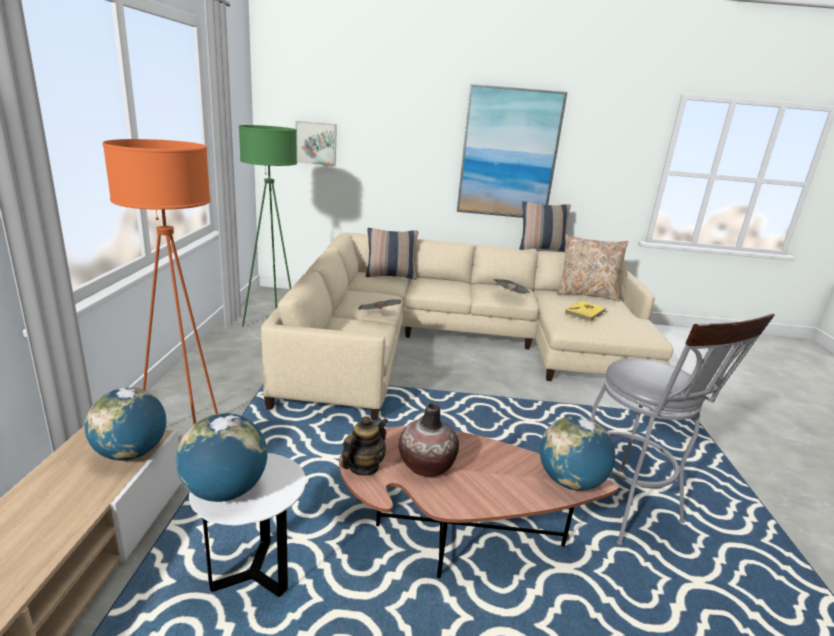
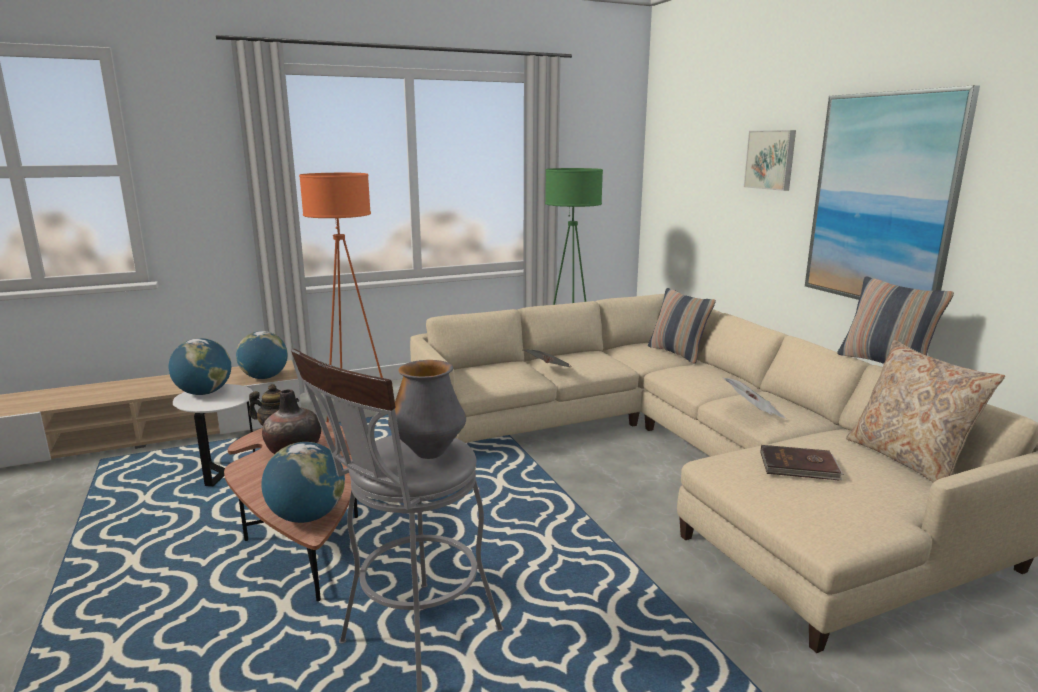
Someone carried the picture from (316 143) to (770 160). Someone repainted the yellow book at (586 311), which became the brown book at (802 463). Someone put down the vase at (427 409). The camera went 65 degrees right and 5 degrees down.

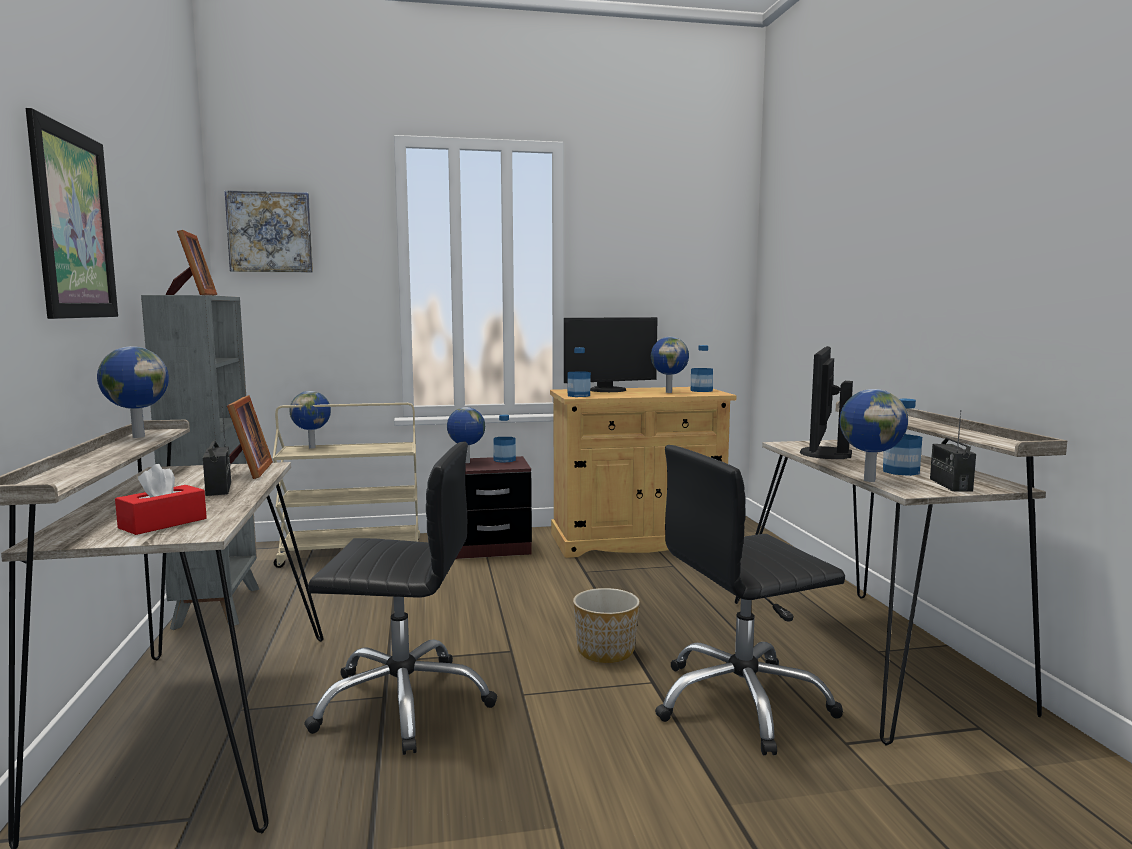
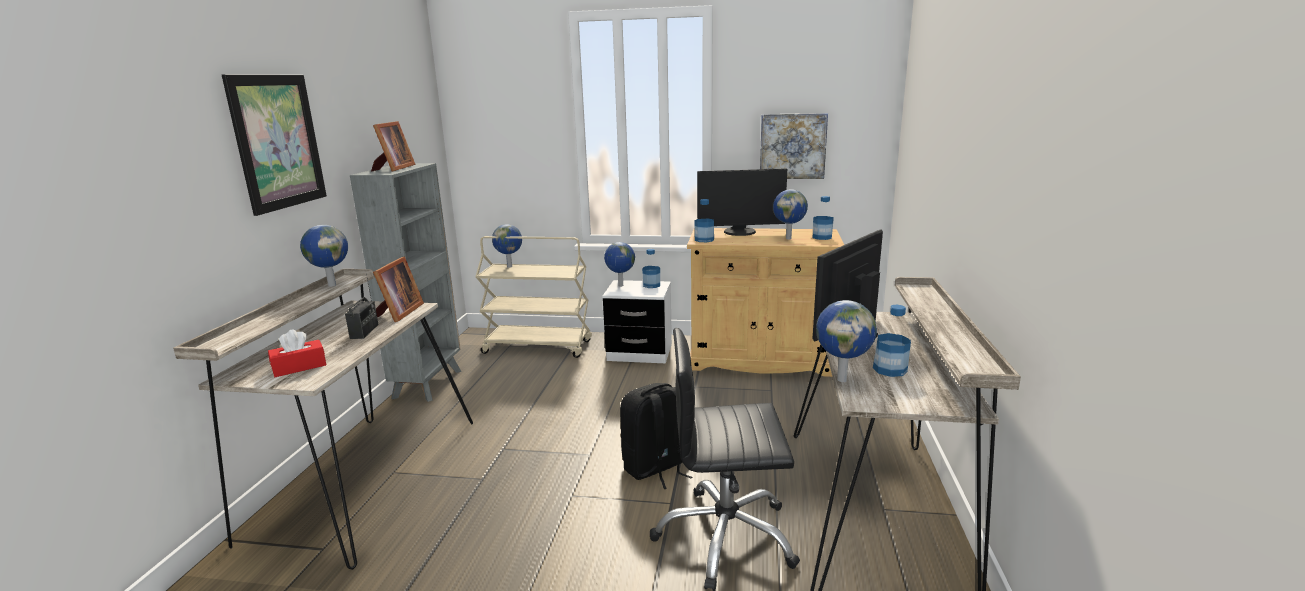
Someone carried the picture from (269 231) to (794 146). Someone took away the radio at (953 451). Someone took away the black office chair at (400 598). Someone repainted the brown nightstand at (494 507), which became the white nightstand at (637 321). Someone swapped the planter at (606 625) for the black backpack at (656 436). The camera went 20 degrees right and 10 degrees up.

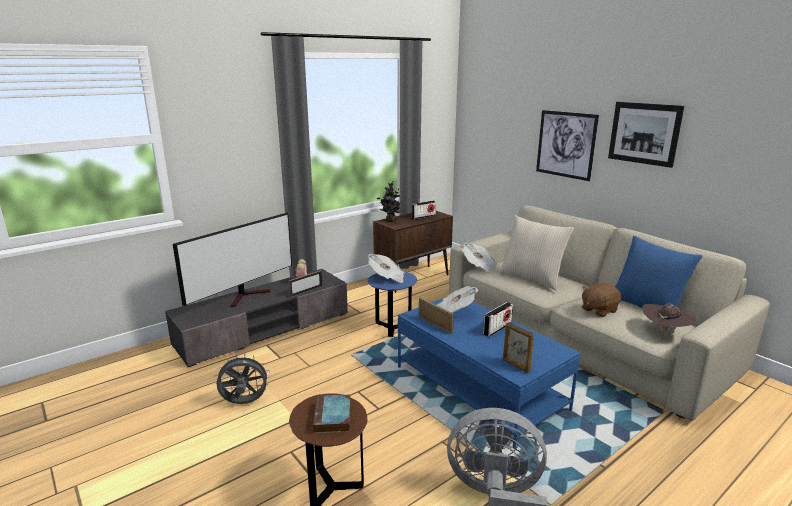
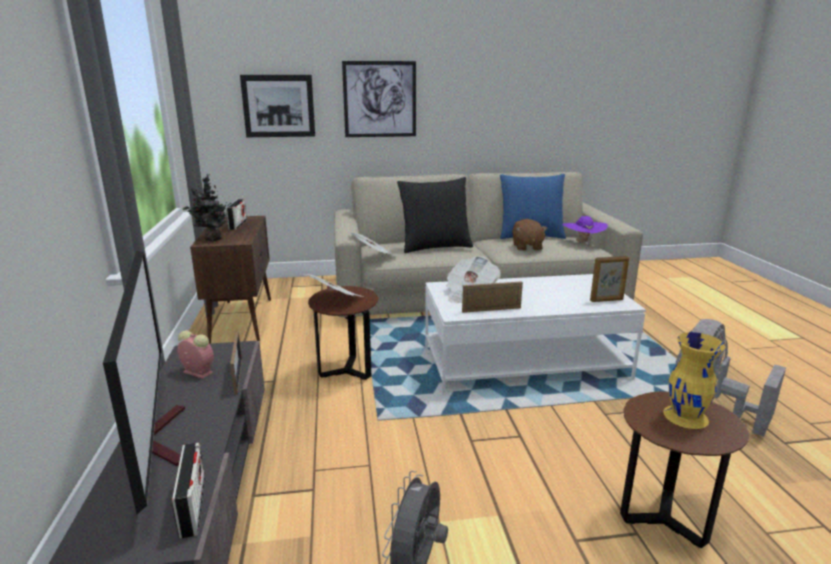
Someone carried the picture from (646 135) to (277 106). Someone repainted the beige pillow at (536 252), which became the black pillow at (435 215). Someone repainted the blue side table at (392 304), which became the brown side table at (343 333). Someone repainted the blue coffee table at (489 373), which became the white coffee table at (535 334). Someone carried the radio from (498 319) to (188 490). Someone repainted the brown hat at (669 320), which became the purple hat at (585 230). Someone swapped the book at (332 414) for the yellow vase at (694 380). The camera went 60 degrees left and 0 degrees up.

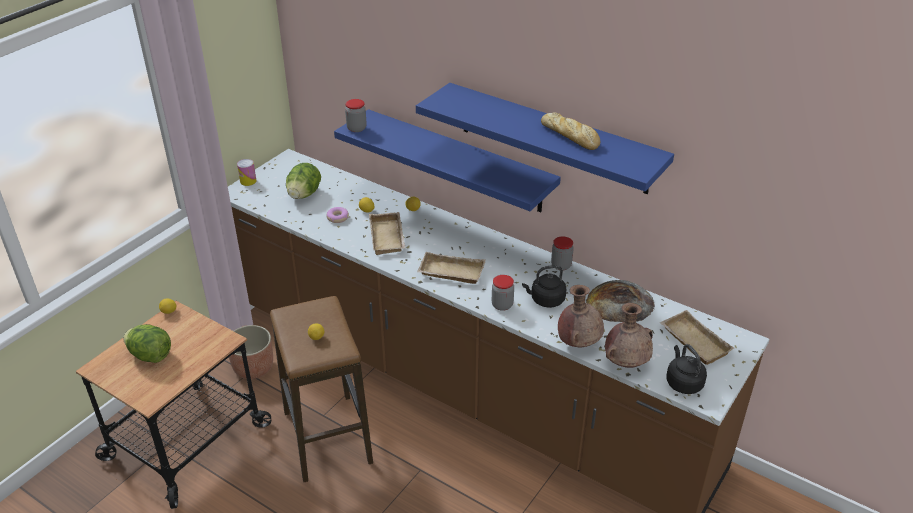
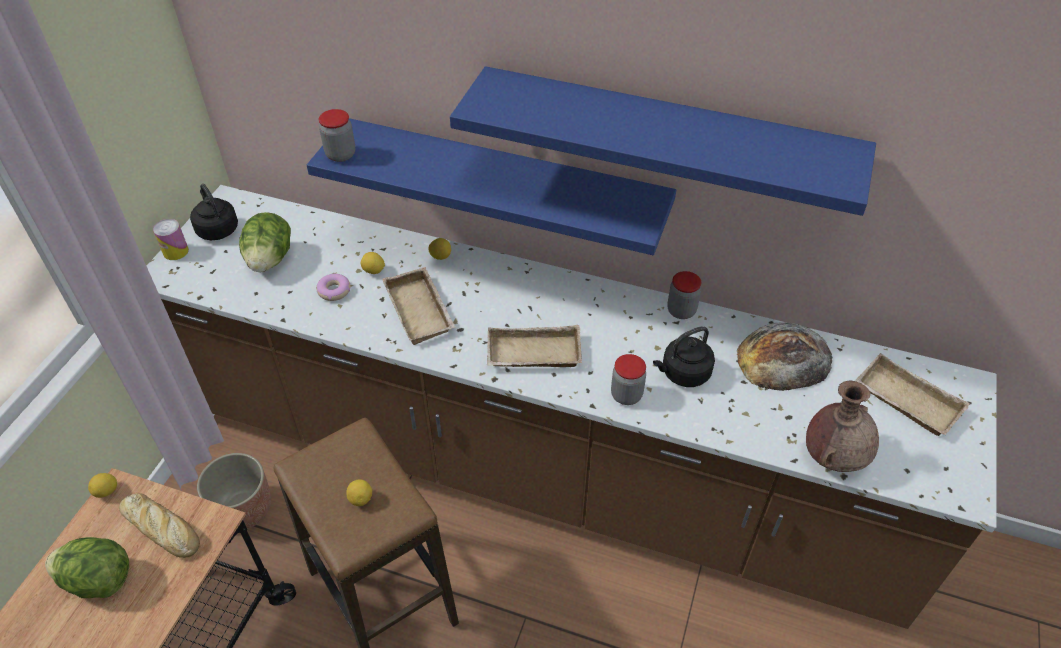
Someone carried the bread from (570 131) to (159 525). Someone took away the brown vase at (581 316). Someone carried the black kettle from (686 369) to (214 212). The camera went 15 degrees left and 10 degrees up.

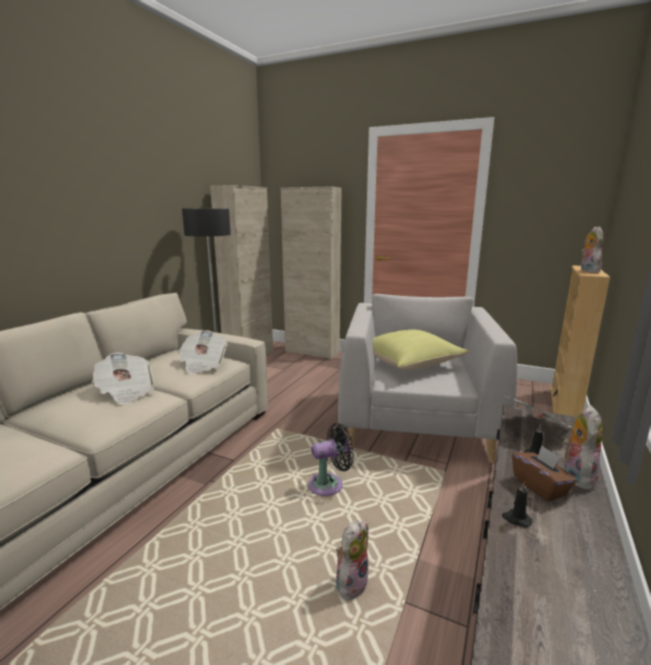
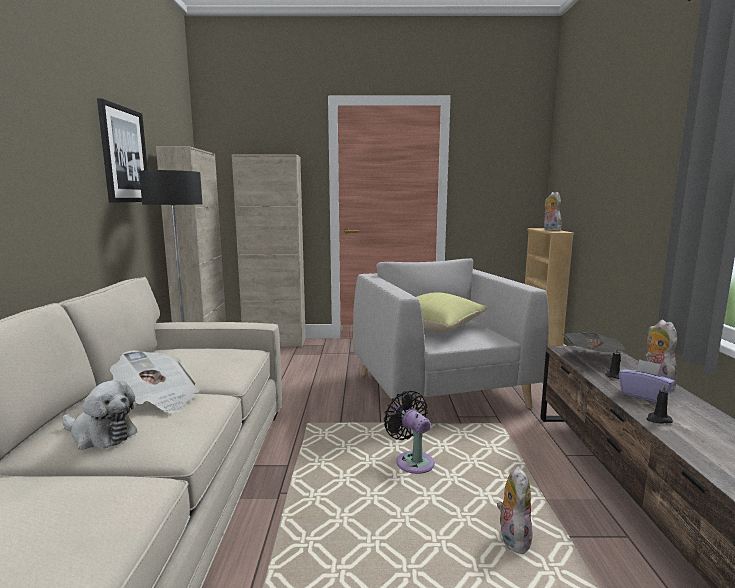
Someone took away the newspaper at (203 352). Someone rotated the black fan at (331 459) by 75 degrees counterclockwise. Someone repainted the brown tissue box at (544 474), which became the purple tissue box at (647 380). Someone put up the picture at (122 150). Someone put down the plush toy at (99 415). The camera went 25 degrees left and 5 degrees down.

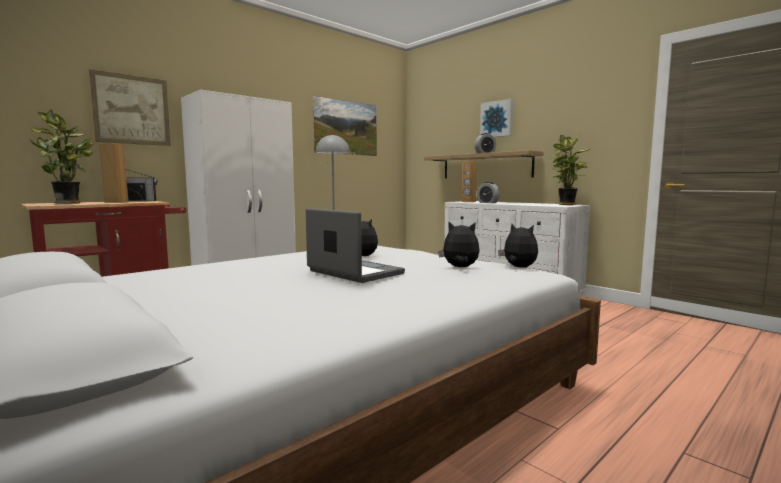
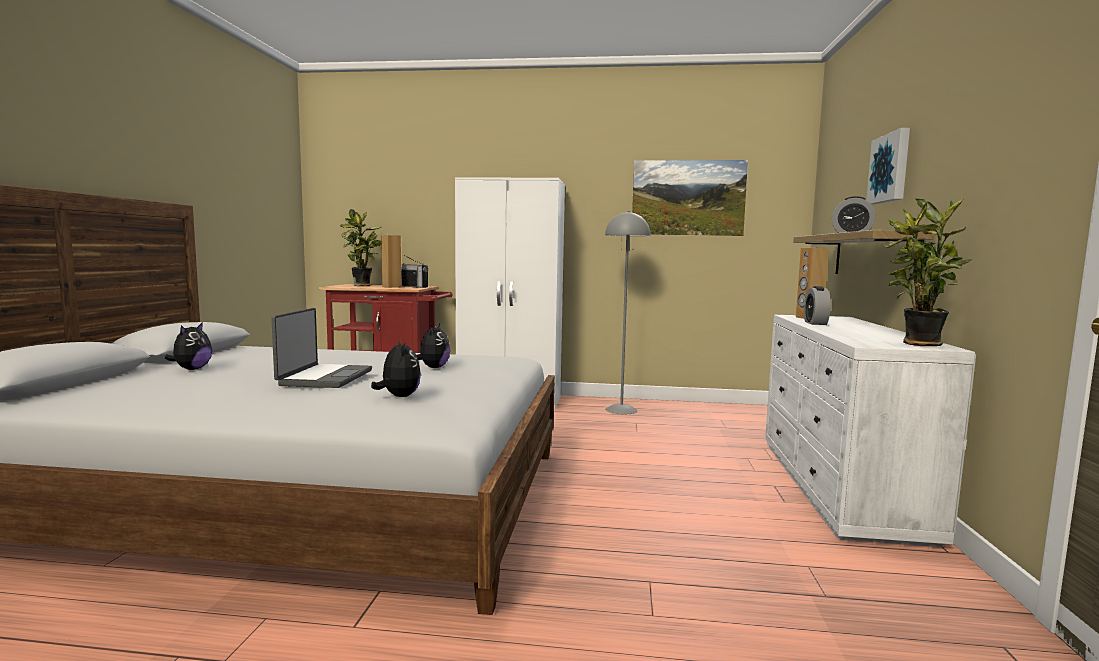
Someone took away the picture at (130 107). Someone carried the plush toy from (518 246) to (188 346). The camera went 50 degrees right and 0 degrees up.

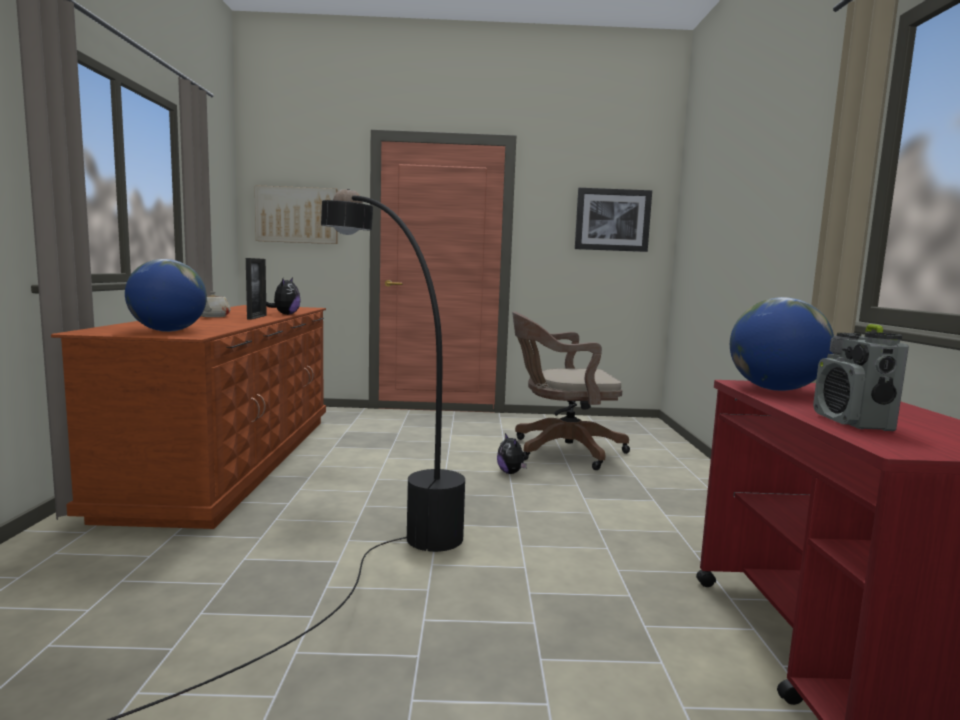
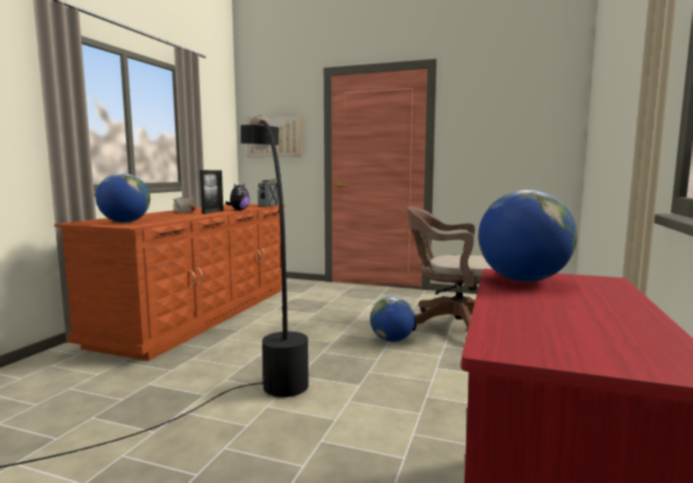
Someone took away the picture at (613 220). Someone carried the radio from (861 377) to (268 192). Someone swapped the plush toy at (512 453) for the globe at (392 319). The camera went 20 degrees right and 0 degrees up.

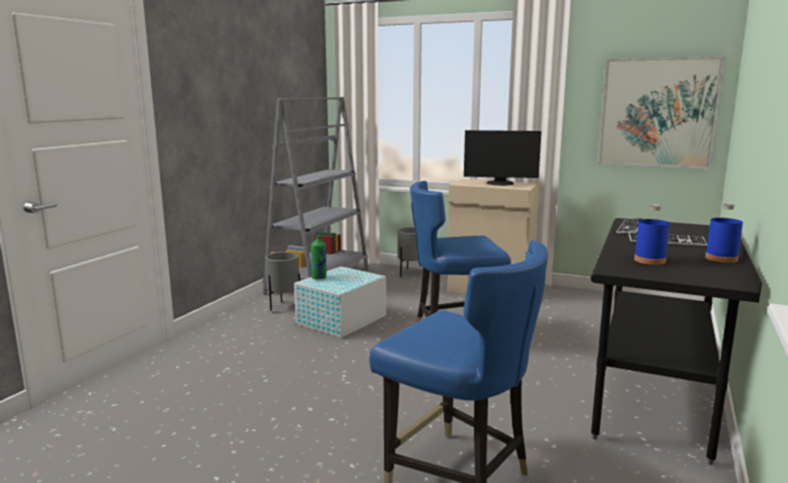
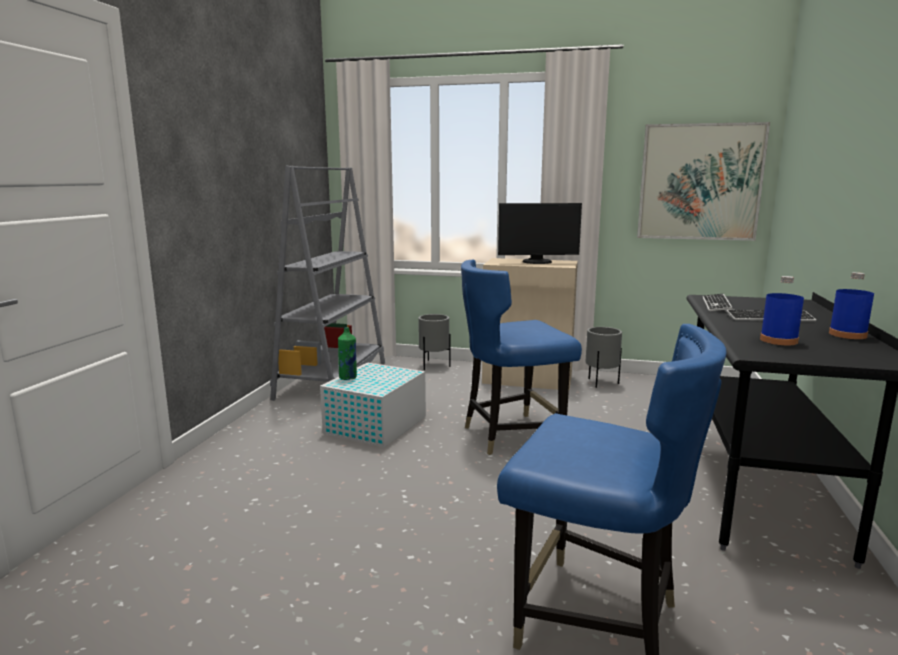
Someone carried the grey planter from (282 281) to (603 357). The camera went 10 degrees left and 0 degrees up.

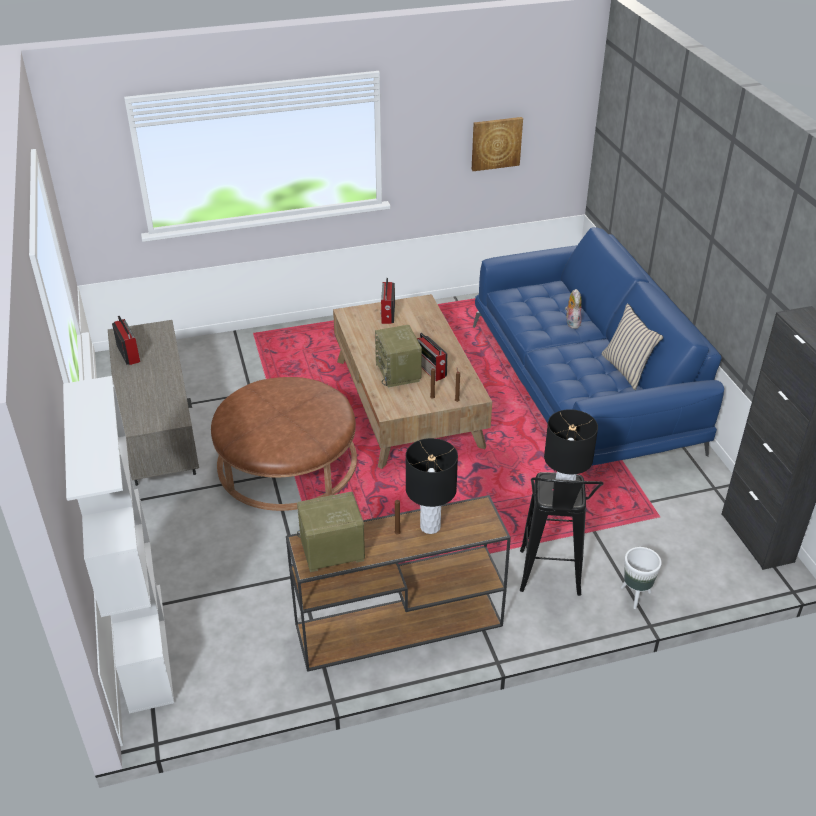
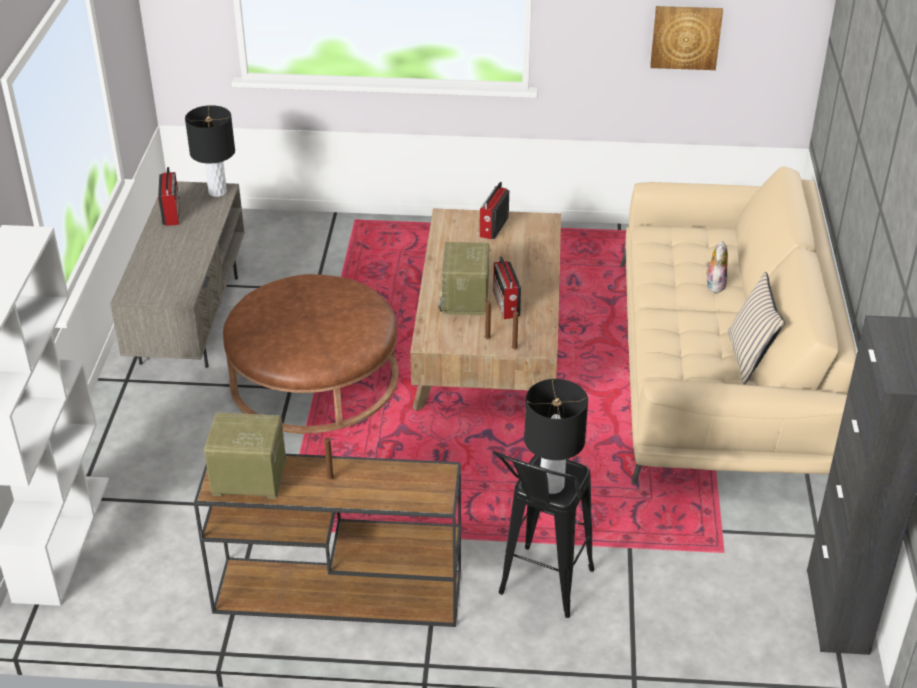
Someone repainted the blue sofa at (598 346), which became the beige sofa at (738 325). Someone carried the black table lamp from (432 486) to (210 151). Someone took away the white planter at (641 578). The camera went 20 degrees right and 0 degrees up.

